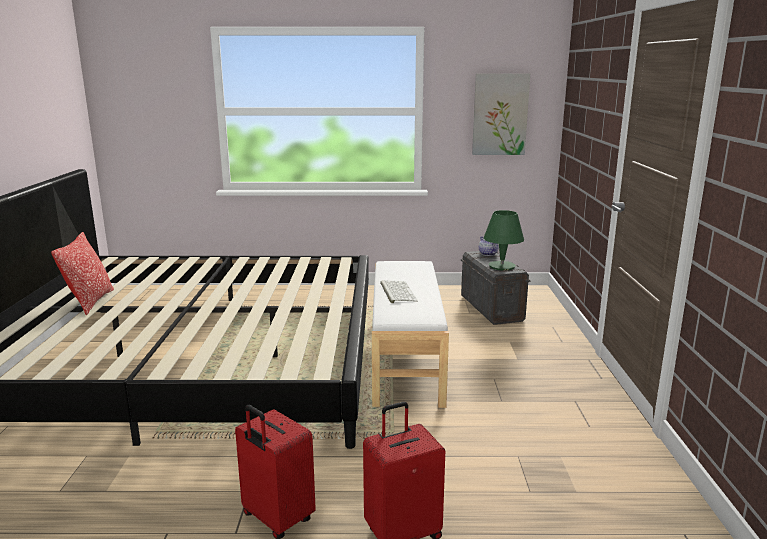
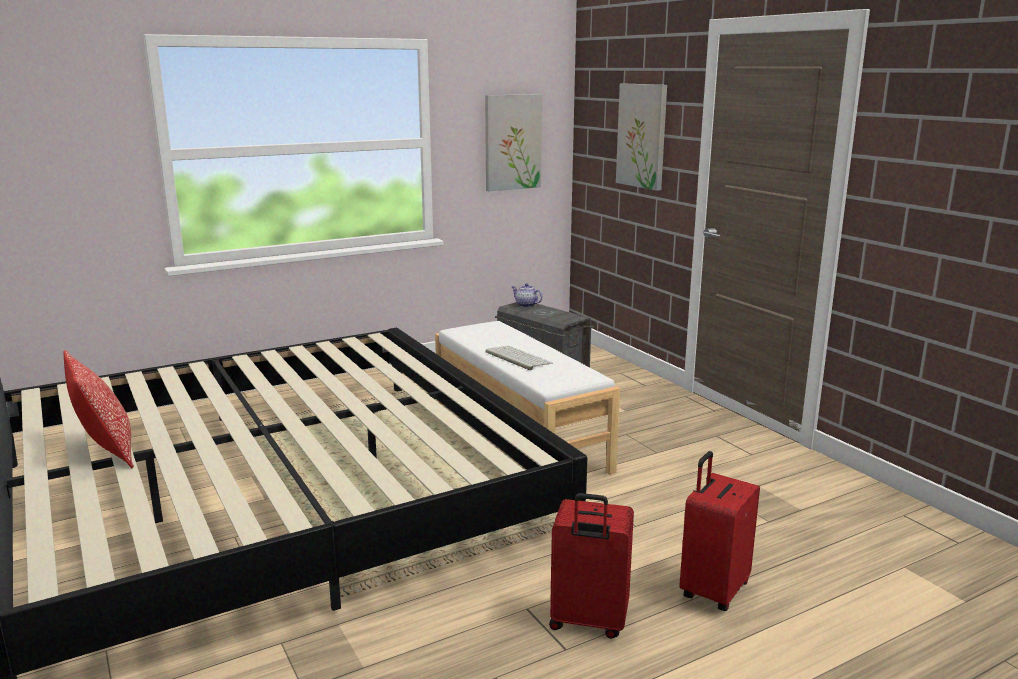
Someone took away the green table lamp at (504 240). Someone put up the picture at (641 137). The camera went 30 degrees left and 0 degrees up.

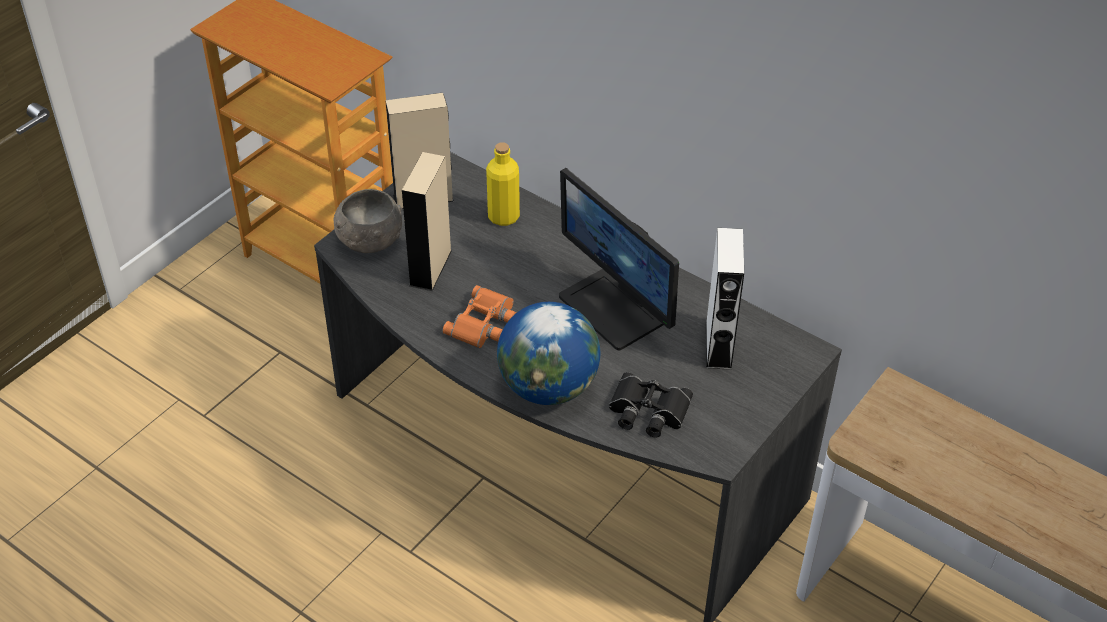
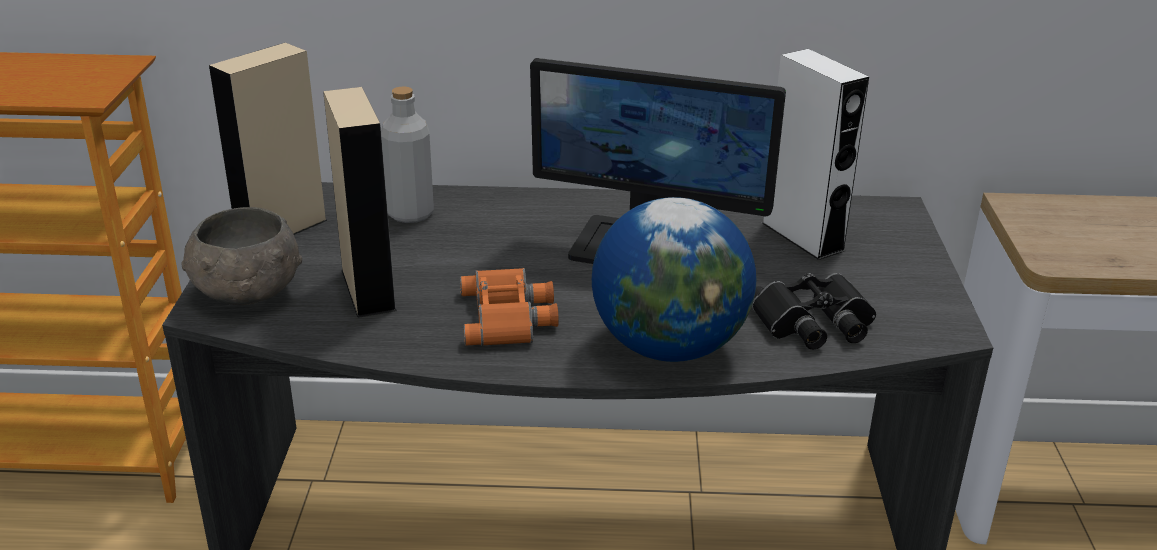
Someone repainted the yellow bottle at (503 184), which became the grey bottle at (407 154). The camera went 35 degrees left and 15 degrees down.

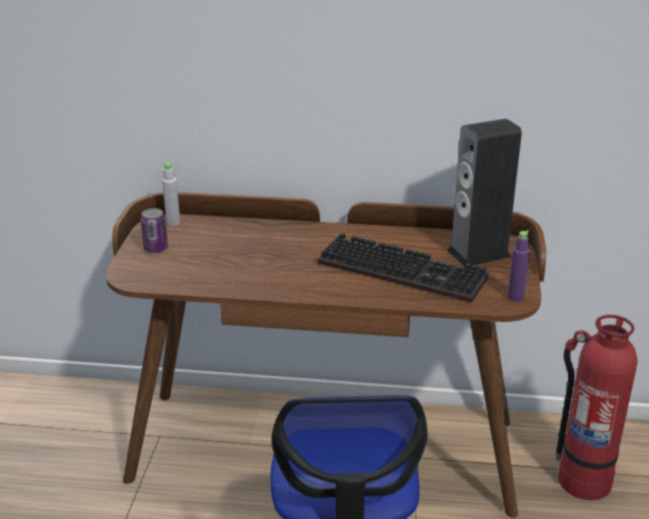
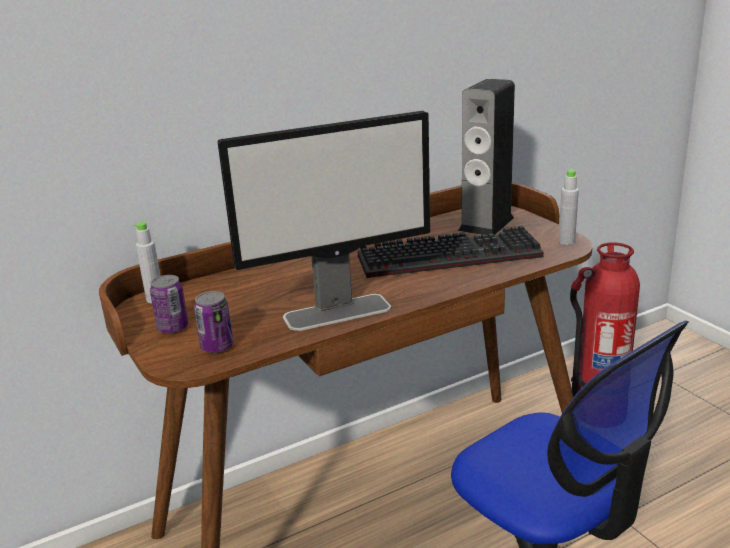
Someone repainted the purple bottle at (519 266), which became the grey bottle at (568 207). Someone put down the monitor at (324 221). Someone put down the can at (213 322). The camera went 35 degrees left and 5 degrees down.

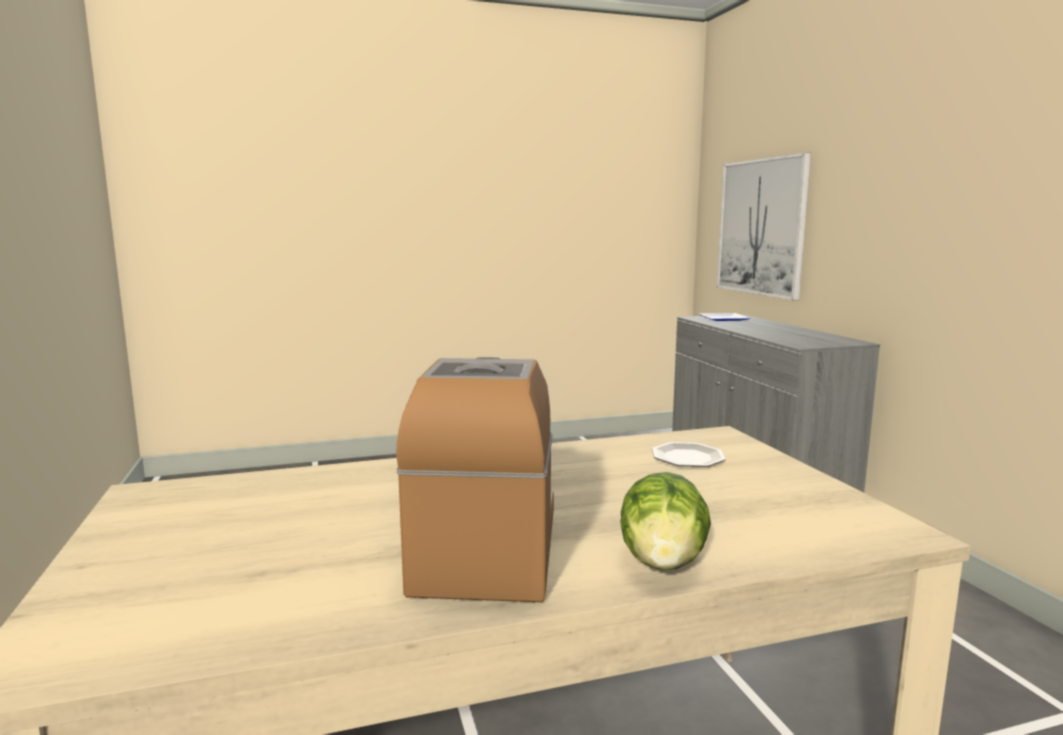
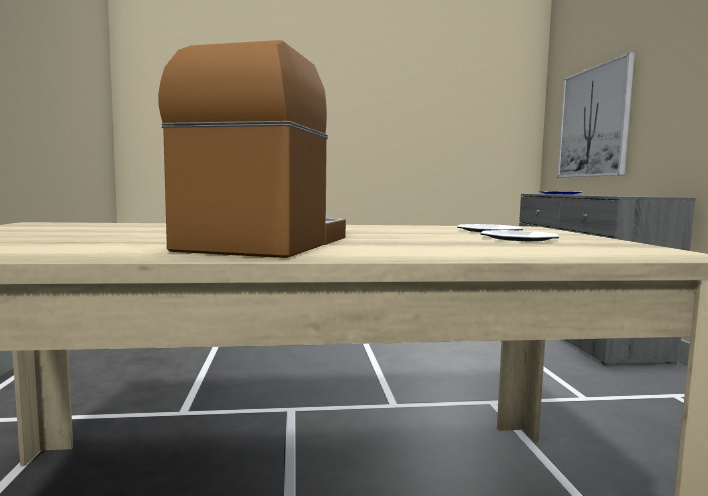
Someone took away the lettuce at (665 521). Someone put down the plate at (519 235). The camera went 10 degrees right and 5 degrees down.

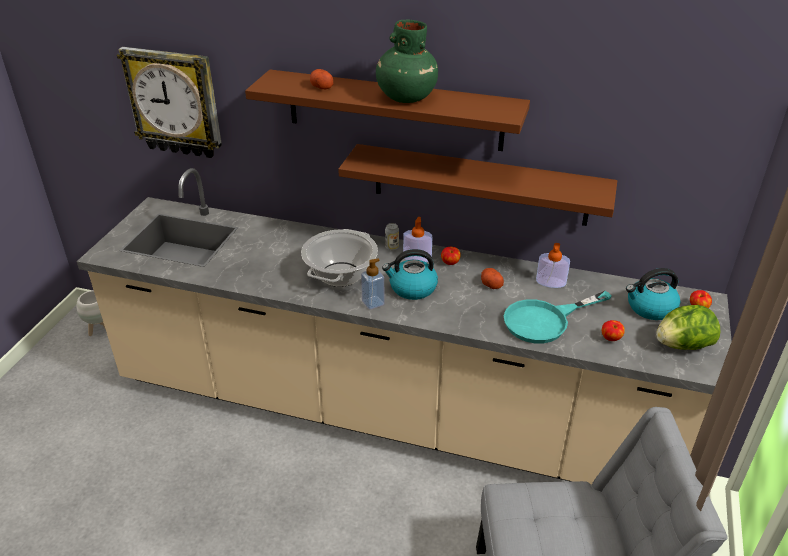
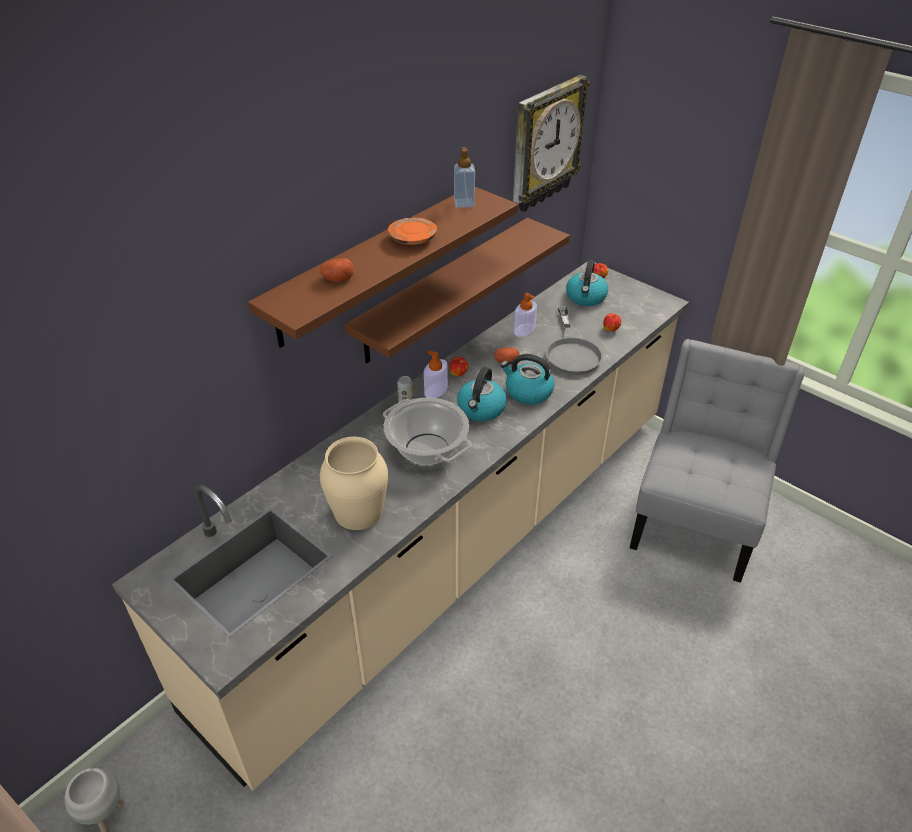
Someone swapped the green vase at (407 61) for the orange plate at (412 231). Someone carried the wall clock from (169 102) to (551 143). Someone carried the soap dispenser from (373 283) to (464 177). Someone repainted the turquoise frying pan at (558 317), which became the grey frying pan at (574 341). Someone took away the lettuce at (688 327). Someone put down the kettle at (527 379). Someone put down the beige vase at (354 483). The camera went 65 degrees left and 5 degrees up.

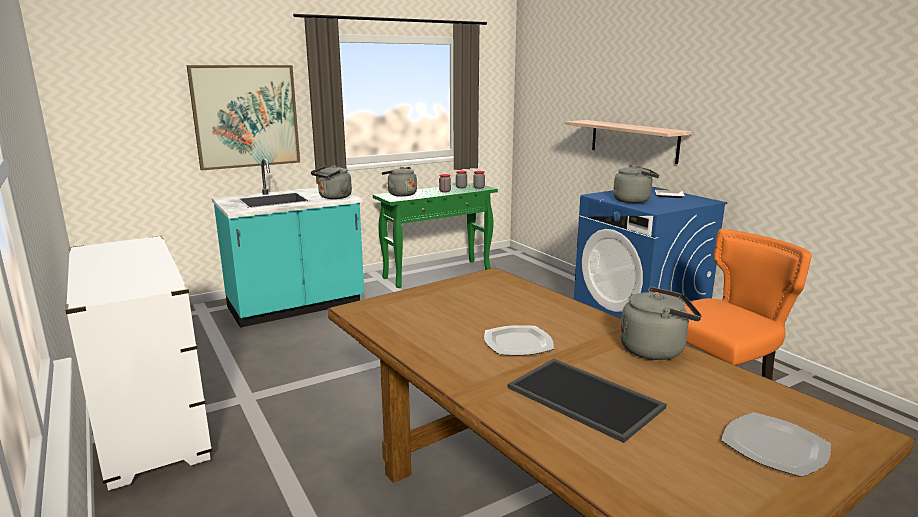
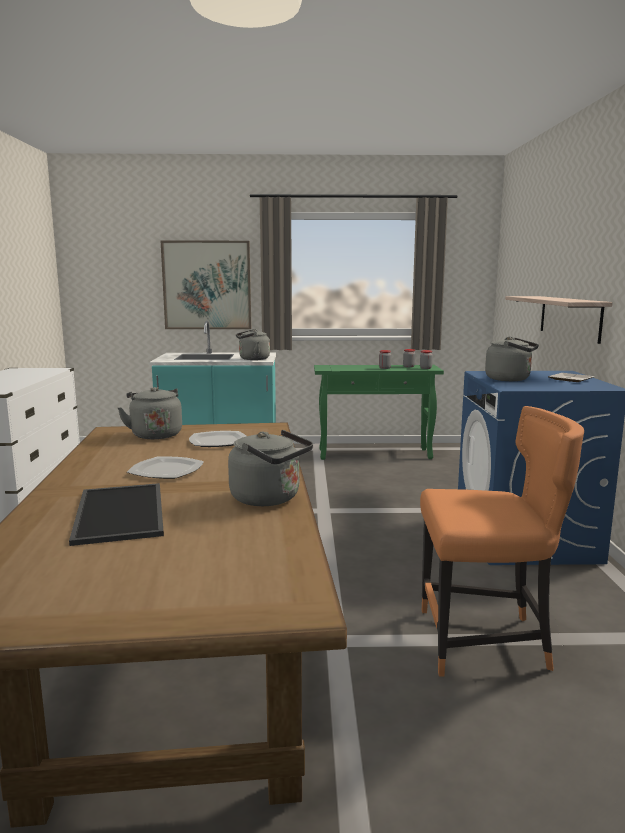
Someone carried the grey kettle from (399 182) to (150 413). Someone carried the plate from (776 445) to (217 439). The camera went 30 degrees right and 5 degrees down.

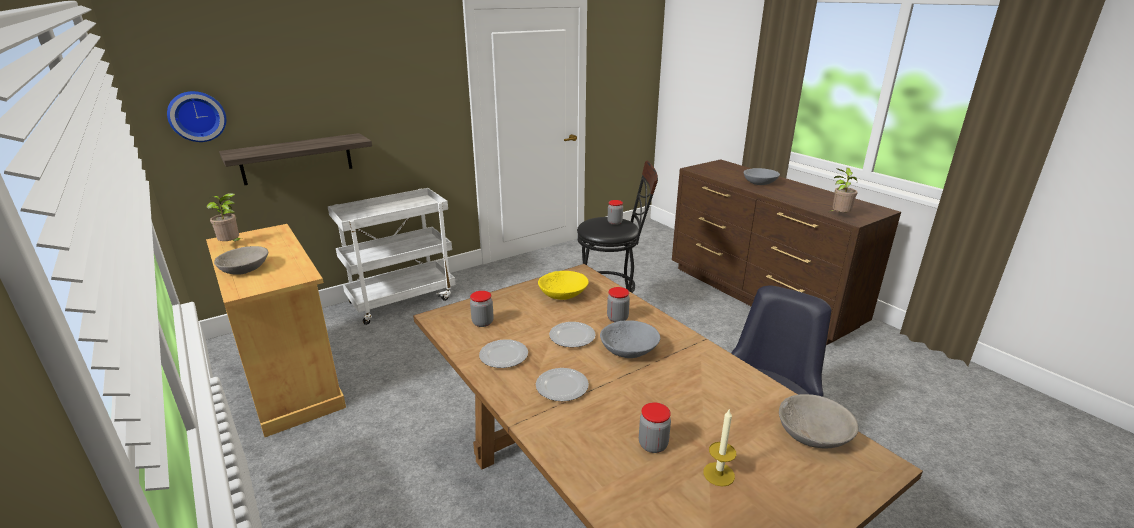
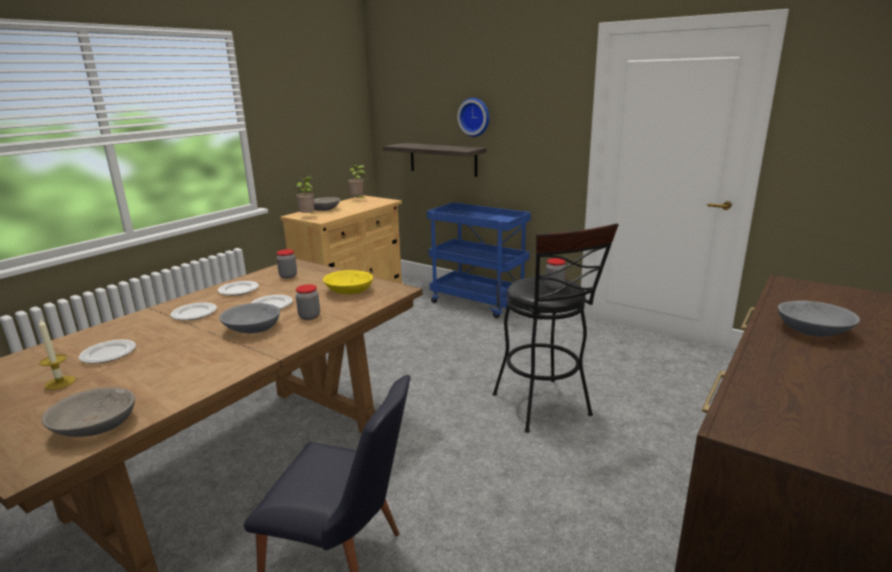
Someone carried the wall clock from (196 116) to (473 117). Someone carried the potted plant from (843 190) to (305 195). Someone repainted the white cart at (392 256), which became the blue cart at (479 260). Someone swapped the jar at (655 427) for the plate at (107 352). The camera went 70 degrees right and 5 degrees down.

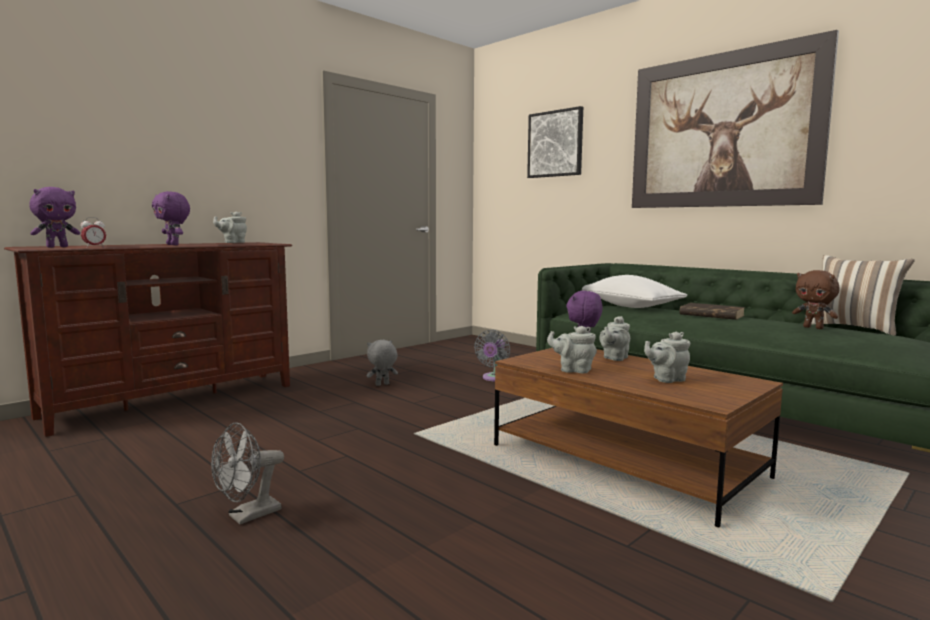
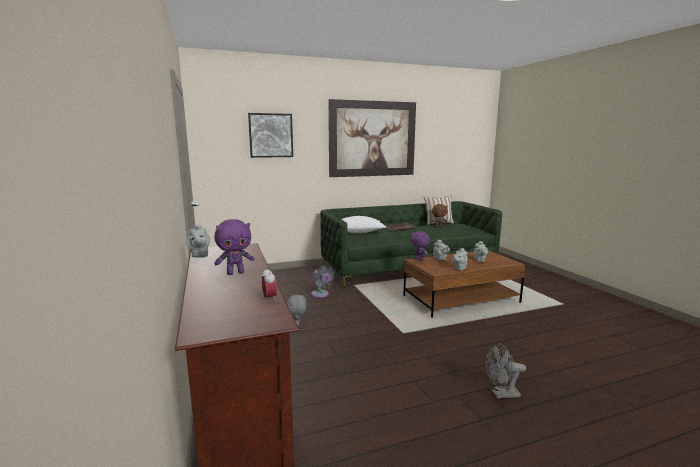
Someone took away the purple plush toy at (54 217). Someone rotated the grey fan at (247 473) by 105 degrees clockwise. The camera went 65 degrees left and 5 degrees up.

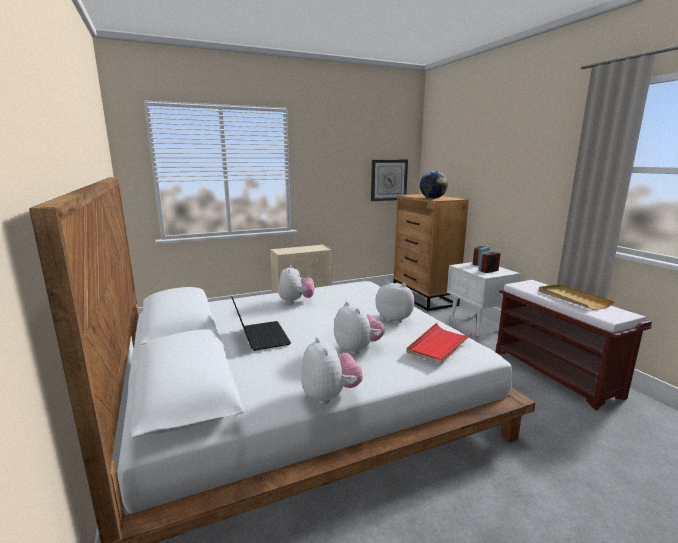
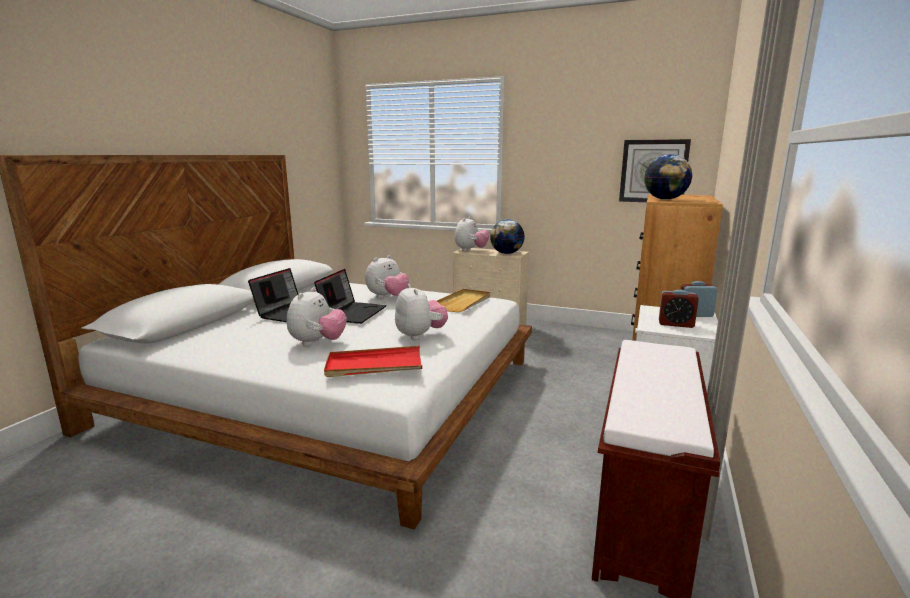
Someone carried the beige tray from (576 297) to (463 300). Someone carried the plush toy from (332 371) to (472 234). Someone put down the globe at (507 236). Someone put down the laptop at (350 296). The camera went 45 degrees right and 0 degrees up.

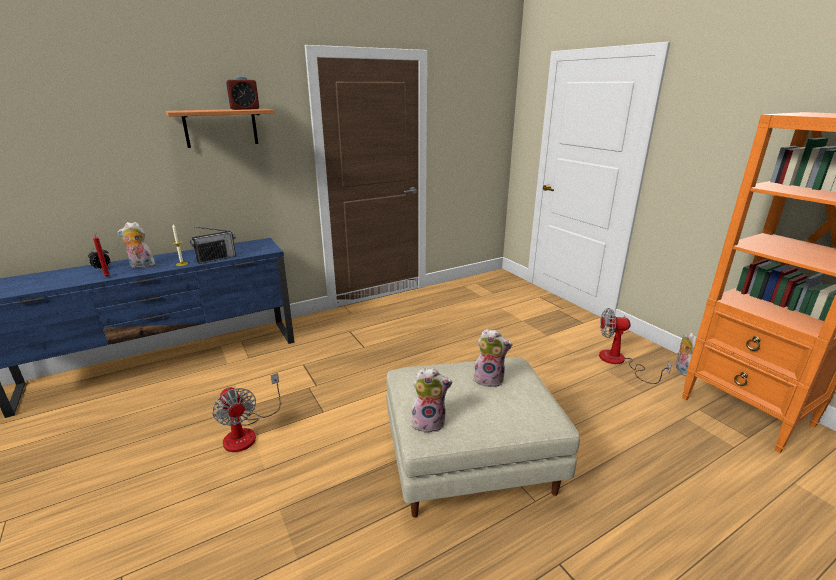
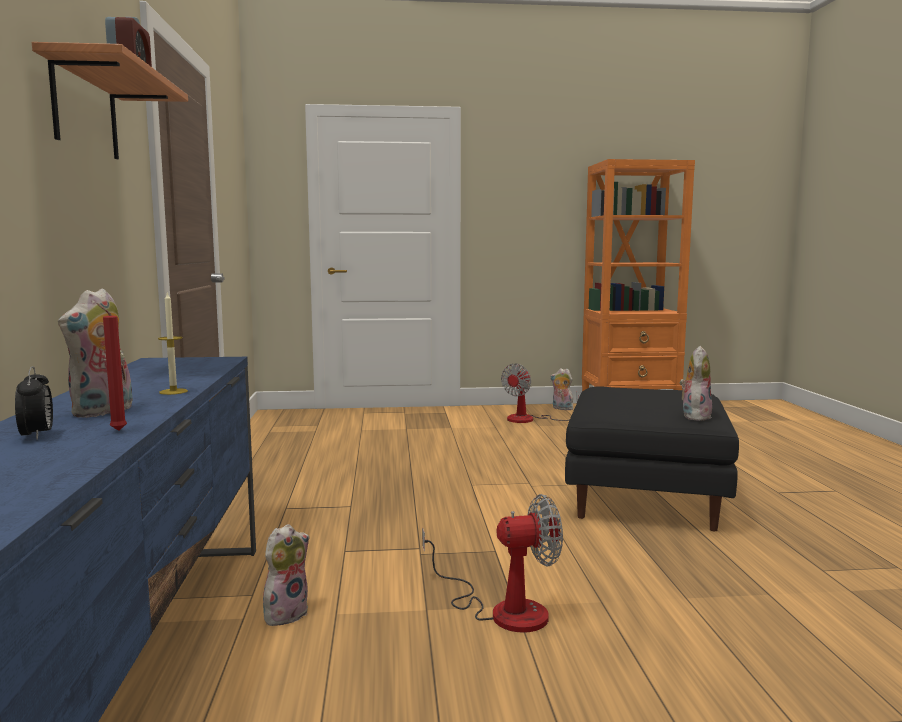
Someone took away the radio at (213 245). Someone carried the plush toy from (493 358) to (286 575). Someone repainted the beige ottoman at (483 437), which became the black ottoman at (652 458). The camera went 65 degrees left and 15 degrees down.

